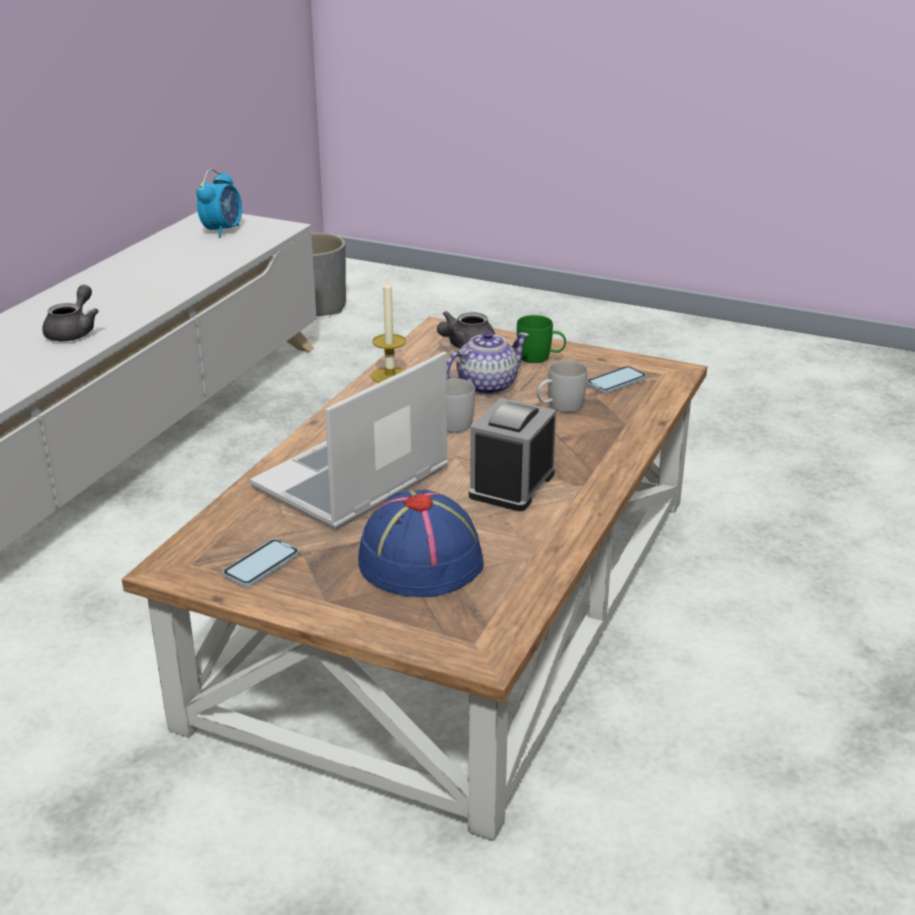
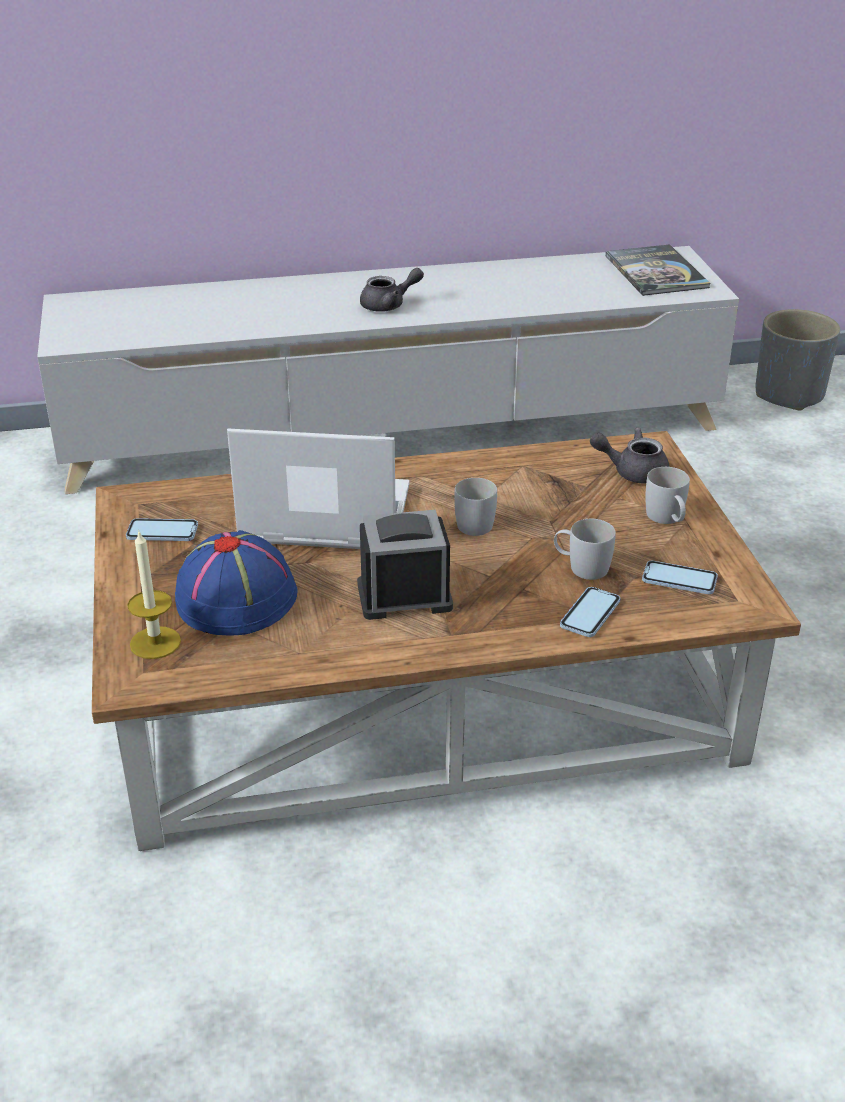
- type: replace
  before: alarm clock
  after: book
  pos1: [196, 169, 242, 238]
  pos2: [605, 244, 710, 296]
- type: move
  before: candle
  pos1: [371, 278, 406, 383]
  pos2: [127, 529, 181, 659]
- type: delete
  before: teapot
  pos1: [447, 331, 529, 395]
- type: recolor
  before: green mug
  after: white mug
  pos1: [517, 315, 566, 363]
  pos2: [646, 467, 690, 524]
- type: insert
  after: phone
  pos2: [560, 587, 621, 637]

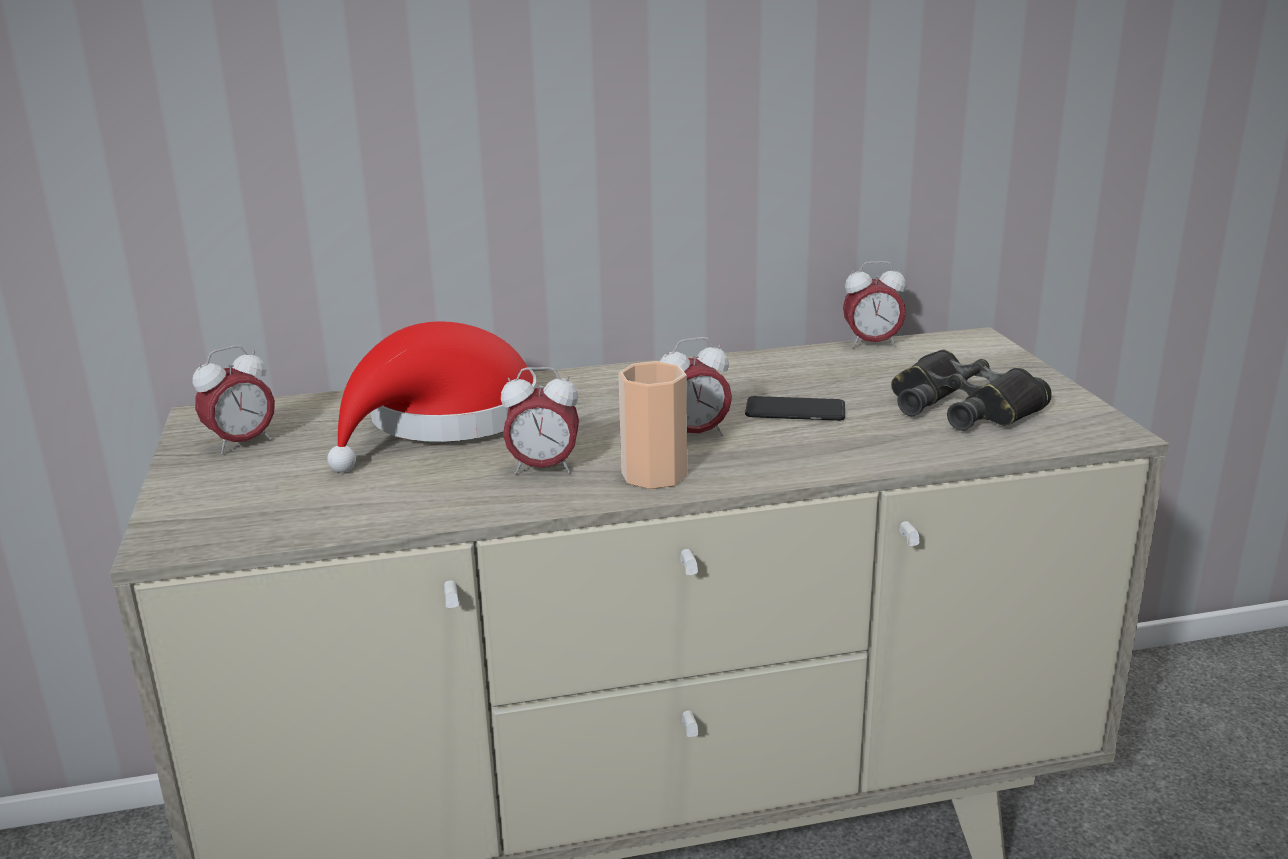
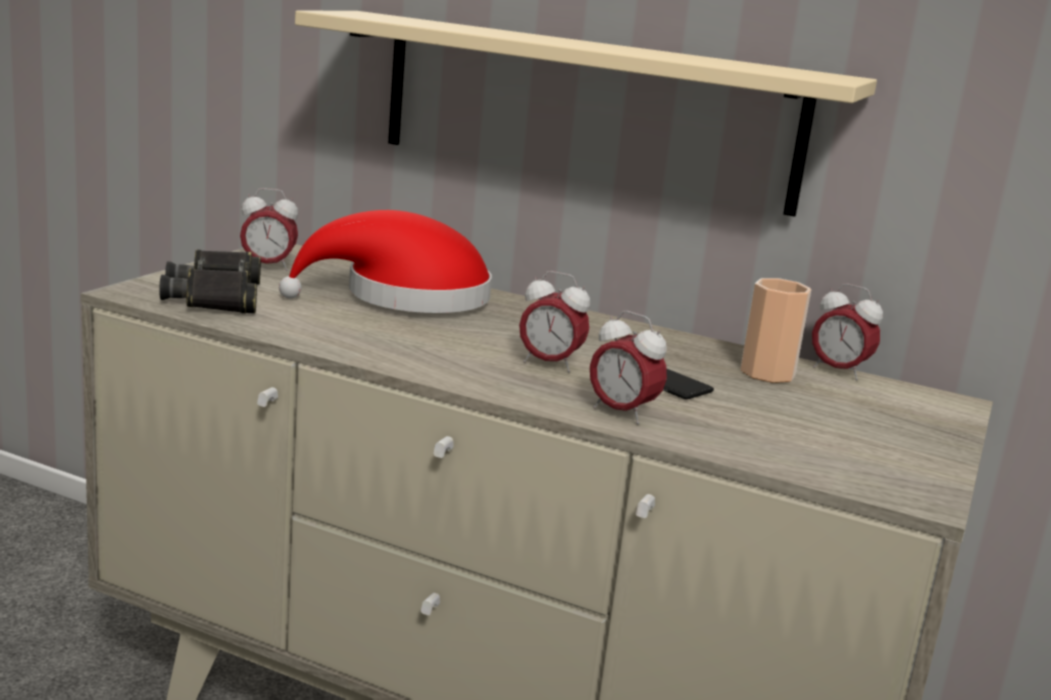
- type: move
  before: alarm clock
  pos1: [501, 367, 579, 475]
  pos2: [590, 311, 667, 424]
- type: move
  before: cup
  pos1: [618, 361, 687, 489]
  pos2: [740, 278, 811, 383]
- type: move
  before: black binoculars
  pos1: [891, 350, 1052, 431]
  pos2: [159, 250, 261, 314]
- type: insert
  after: beige shelf
  pos2: [295, 10, 877, 217]

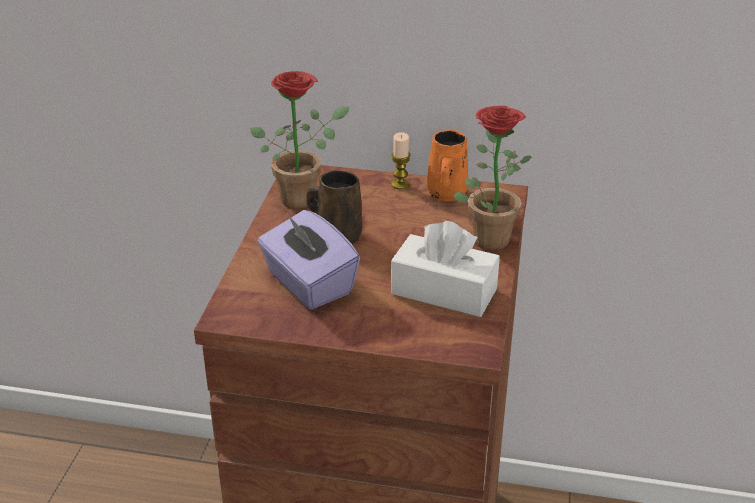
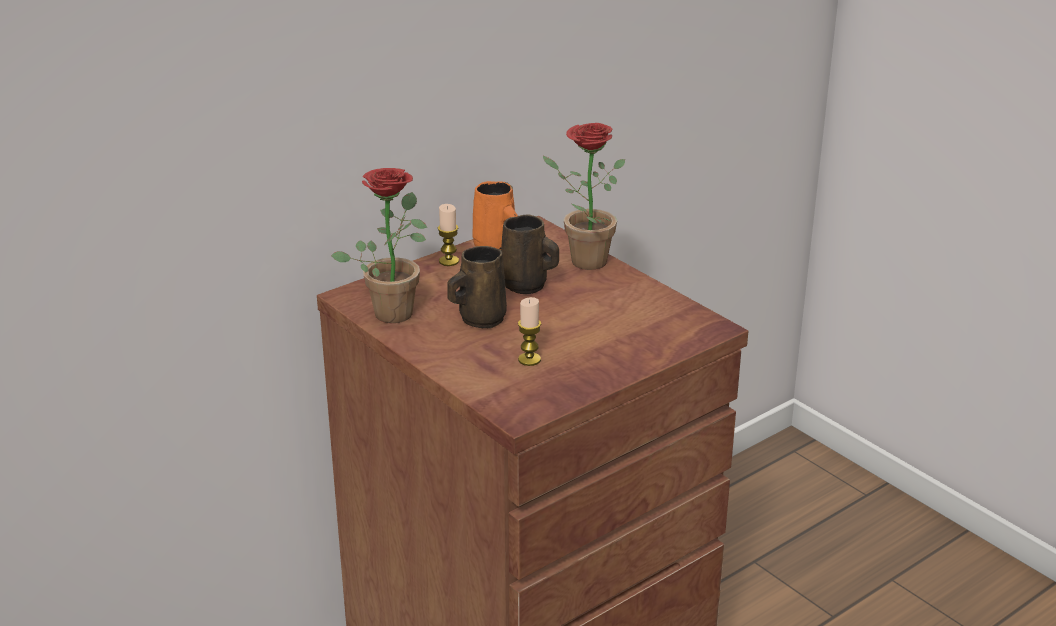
- type: replace
  before: purple tissue box
  after: candle
  pos1: [257, 210, 360, 309]
  pos2: [518, 297, 541, 366]
- type: delete
  before: white tissue box
  pos1: [391, 221, 500, 317]
- type: insert
  after: brown mug
  pos2: [501, 214, 559, 294]

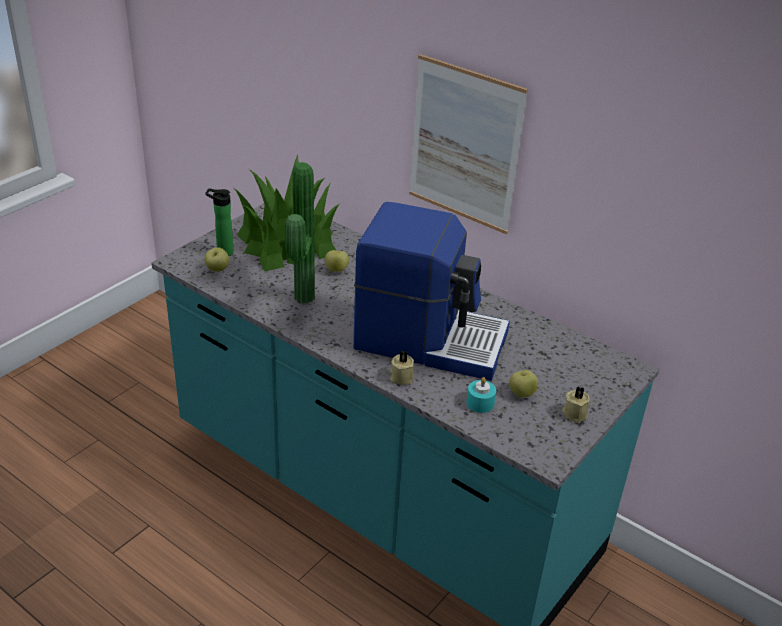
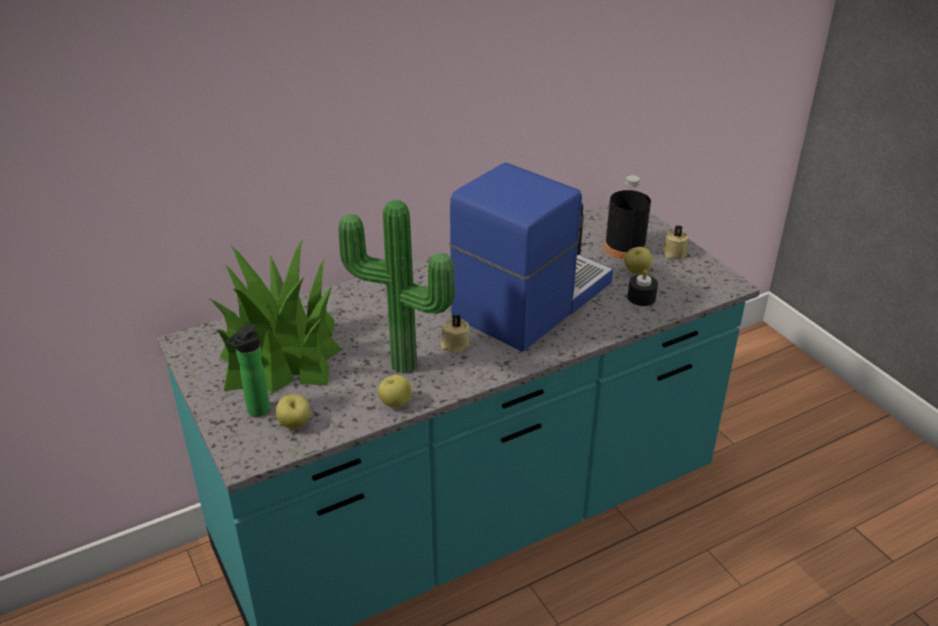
- type: move
  before: apple
  pos1: [325, 250, 349, 272]
  pos2: [378, 375, 411, 408]
- type: move
  before: beige candle
  pos1: [390, 350, 414, 385]
  pos2: [440, 314, 469, 353]
- type: delete
  before: picture
  pos1: [409, 54, 528, 235]
- type: recolor
  before: turquoise candle
  after: black candle
  pos1: [466, 377, 496, 413]
  pos2: [628, 269, 658, 306]
- type: insert
  after: black bottle
  pos2: [604, 175, 651, 259]

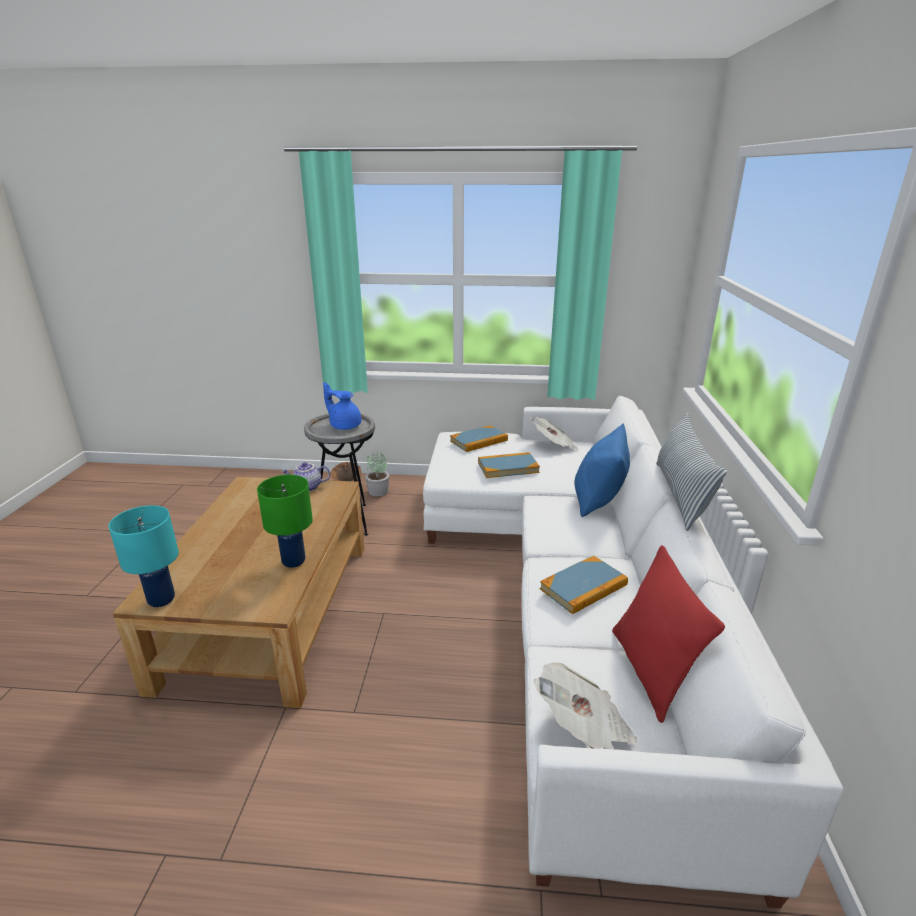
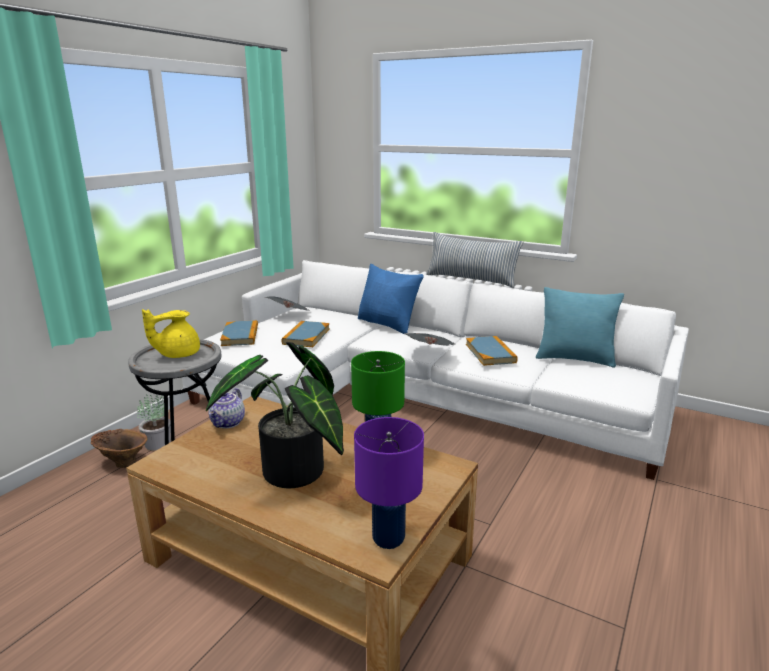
- type: recolor
  before: turquoise table lamp
  after: purple table lamp
  pos1: [108, 505, 179, 607]
  pos2: [354, 417, 424, 549]
- type: recolor
  before: blue teapot
  after: yellow teapot
  pos1: [323, 382, 361, 430]
  pos2: [142, 309, 200, 358]
- type: move
  before: newspaper
  pos1: [534, 662, 637, 749]
  pos2: [406, 333, 455, 346]
- type: recolor
  before: red pillow
  after: turquoise pillow
  pos1: [612, 545, 725, 723]
  pos2: [536, 287, 624, 367]
- type: insert
  after: potted plant
  pos2: [206, 342, 344, 488]

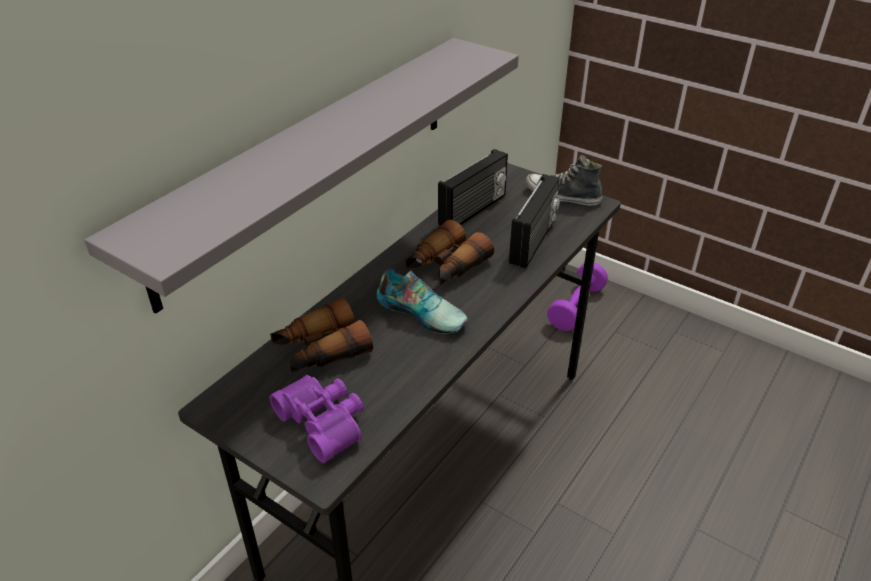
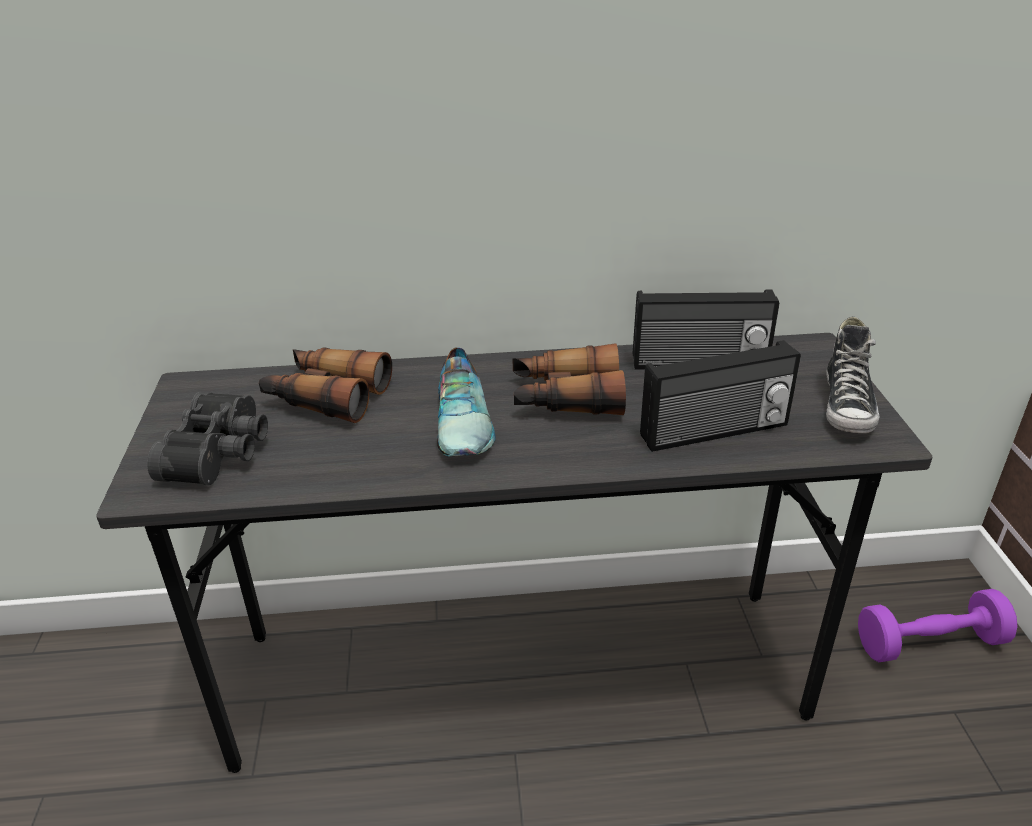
- type: delete
  before: grey shelf
  pos1: [84, 38, 519, 314]
- type: recolor
  before: purple binoculars
  after: black binoculars
  pos1: [269, 375, 364, 463]
  pos2: [147, 392, 268, 485]
- type: rotate
  before: shoe
  pos1: [525, 155, 602, 206]
  pos2: [826, 317, 879, 434]
  turn: -150

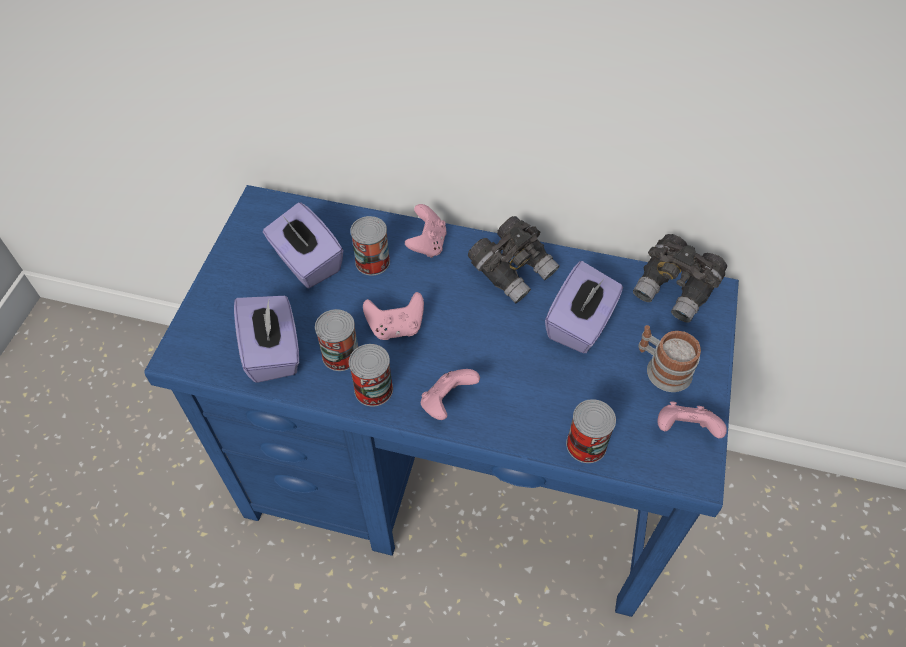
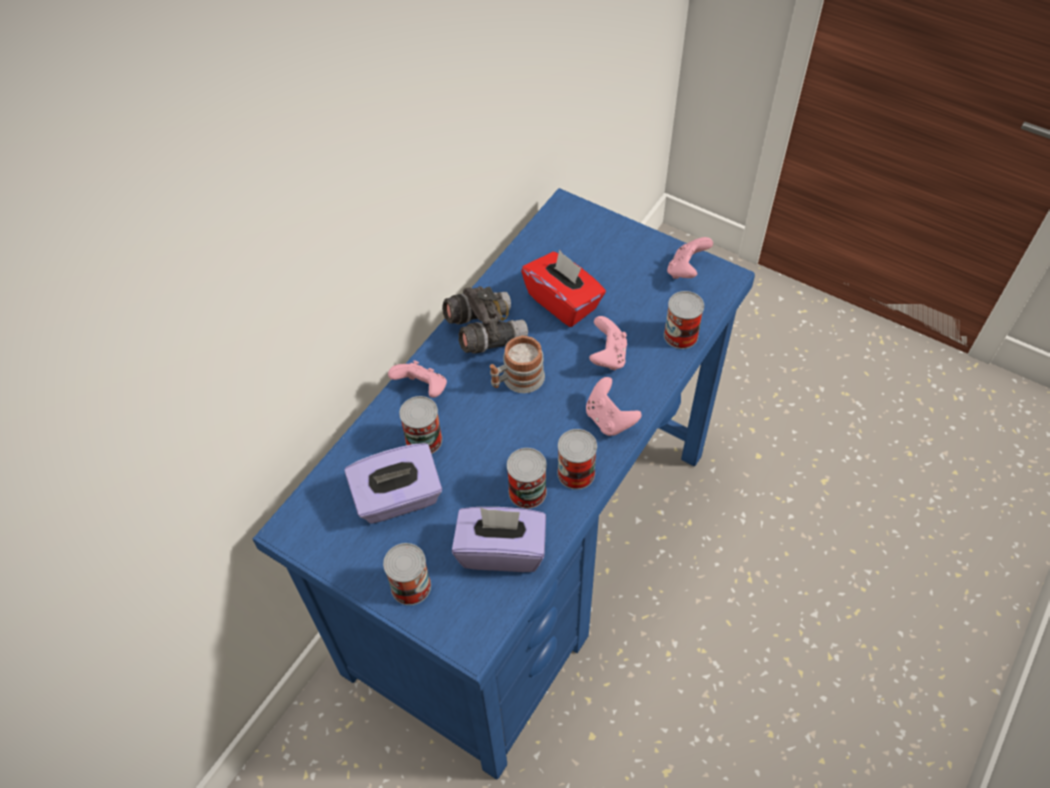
- type: move
  before: pink game controller
  pos1: [363, 292, 424, 340]
  pos2: [589, 316, 627, 370]
- type: recolor
  before: purple tissue box
  after: red tissue box
  pos1: [545, 261, 623, 354]
  pos2: [521, 249, 606, 327]
- type: delete
  before: grey binoculars
  pos1: [633, 234, 727, 323]
- type: move
  before: mug
  pos1: [638, 325, 701, 392]
  pos2: [490, 335, 545, 393]
- type: insert
  after: can
  pos2: [383, 543, 431, 605]

